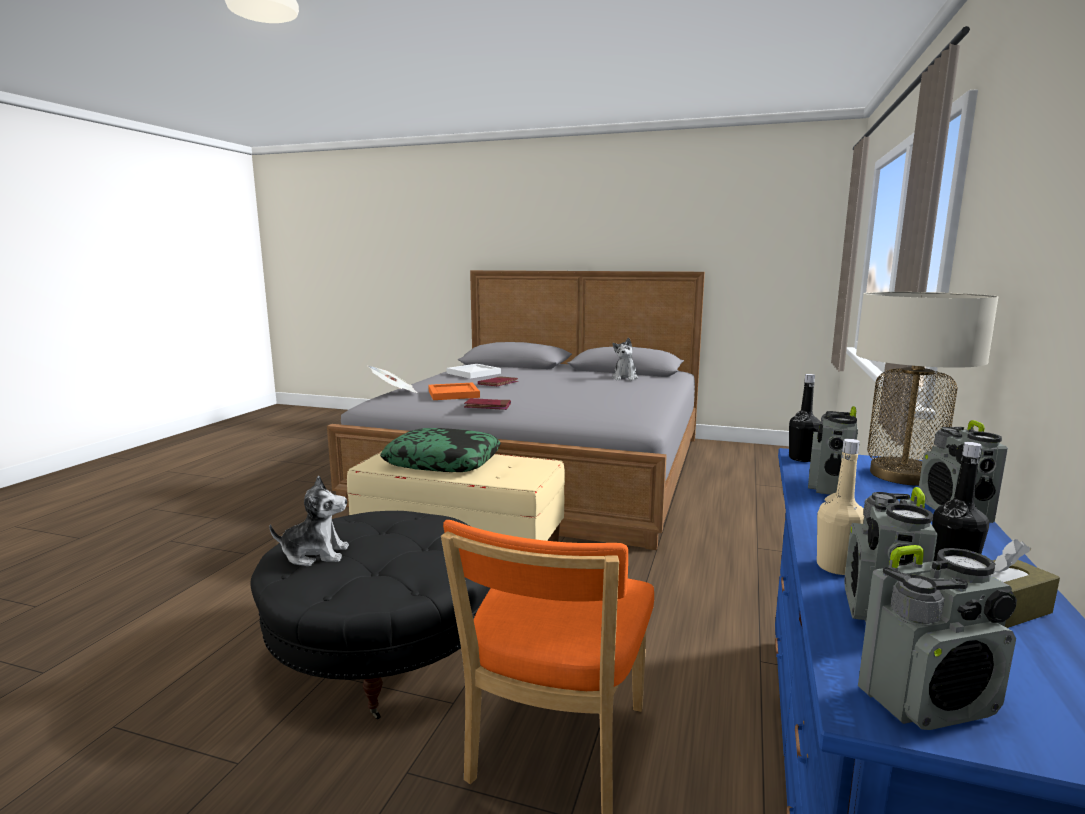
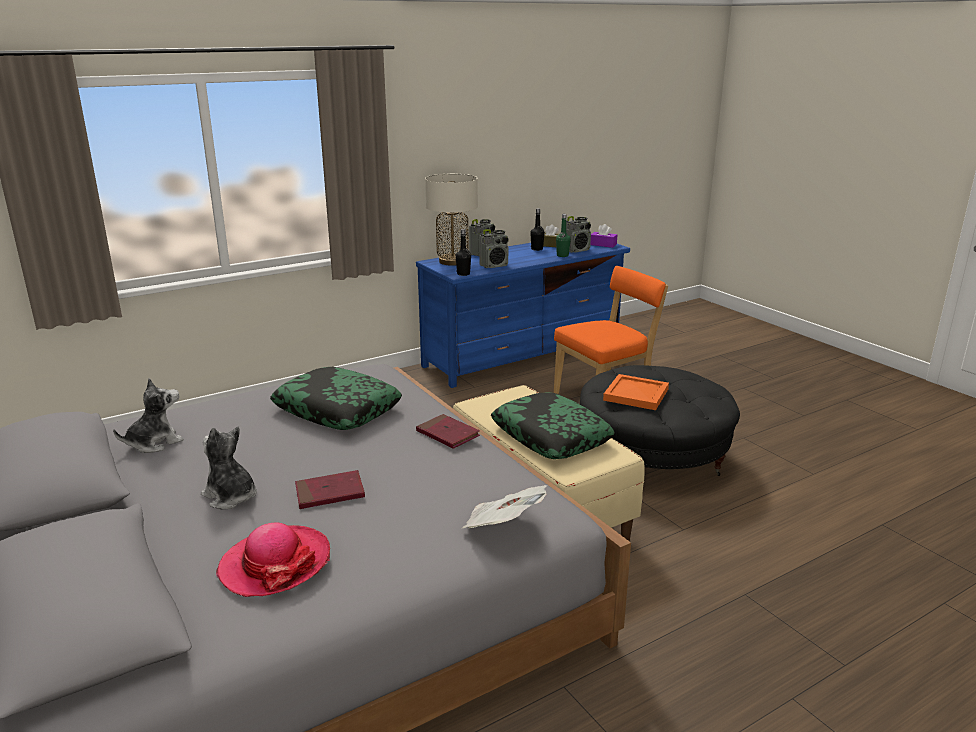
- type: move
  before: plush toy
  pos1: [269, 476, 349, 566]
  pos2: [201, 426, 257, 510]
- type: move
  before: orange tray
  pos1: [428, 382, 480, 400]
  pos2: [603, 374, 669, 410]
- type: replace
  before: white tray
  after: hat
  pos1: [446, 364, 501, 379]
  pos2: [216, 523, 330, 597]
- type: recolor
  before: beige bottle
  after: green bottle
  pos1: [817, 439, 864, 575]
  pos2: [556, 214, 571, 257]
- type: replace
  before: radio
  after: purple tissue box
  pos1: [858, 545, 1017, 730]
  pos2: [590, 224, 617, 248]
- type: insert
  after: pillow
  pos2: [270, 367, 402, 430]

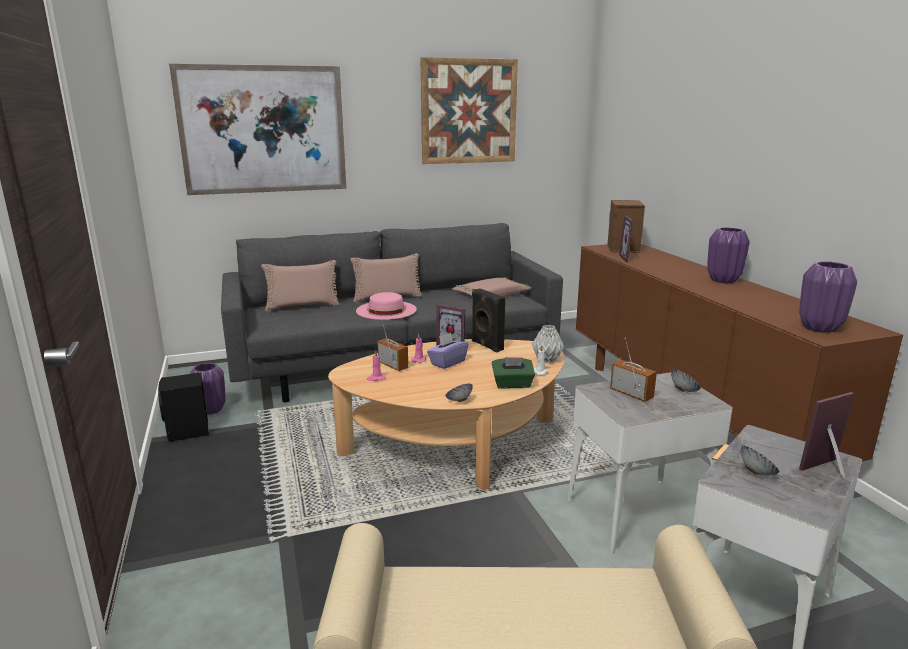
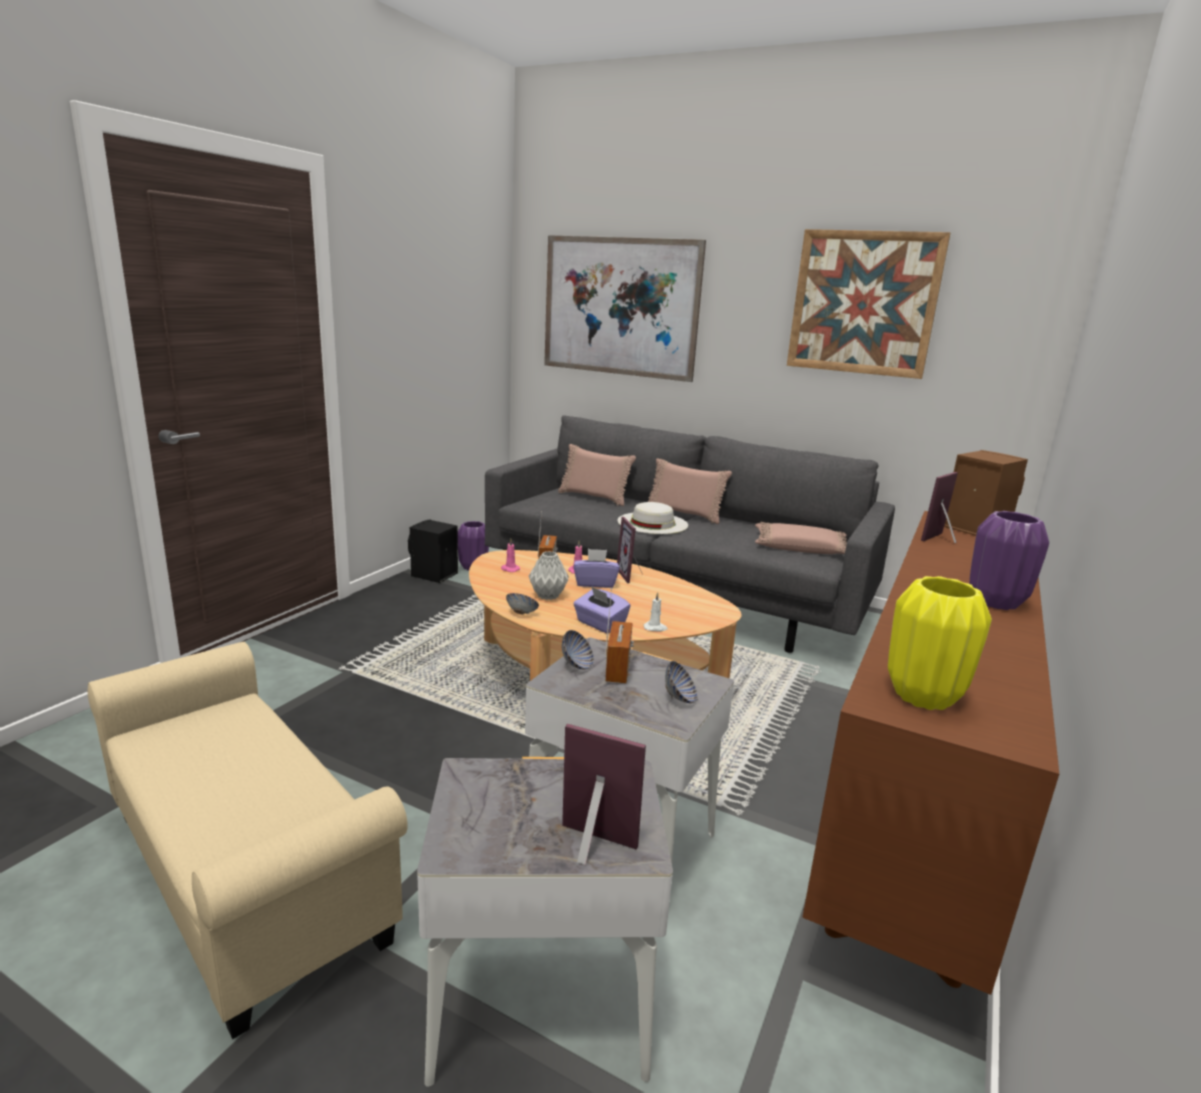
- type: recolor
  before: pink hat
  after: white hat
  pos1: [356, 292, 417, 320]
  pos2: [617, 502, 688, 534]
- type: delete
  before: black speaker
  pos1: [472, 289, 505, 352]
- type: recolor
  before: green tissue box
  after: purple tissue box
  pos1: [492, 357, 535, 389]
  pos2: [574, 586, 631, 633]
- type: move
  before: grey vase
  pos1: [532, 325, 564, 363]
  pos2: [529, 551, 569, 600]
- type: move
  before: bowl
  pos1: [741, 445, 780, 476]
  pos2: [562, 630, 594, 670]
- type: recolor
  before: purple vase
  after: yellow vase
  pos1: [799, 261, 857, 333]
  pos2: [888, 576, 992, 710]

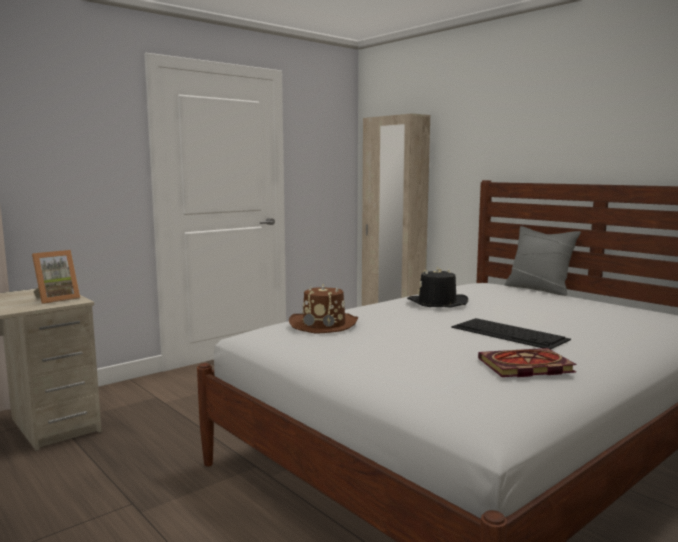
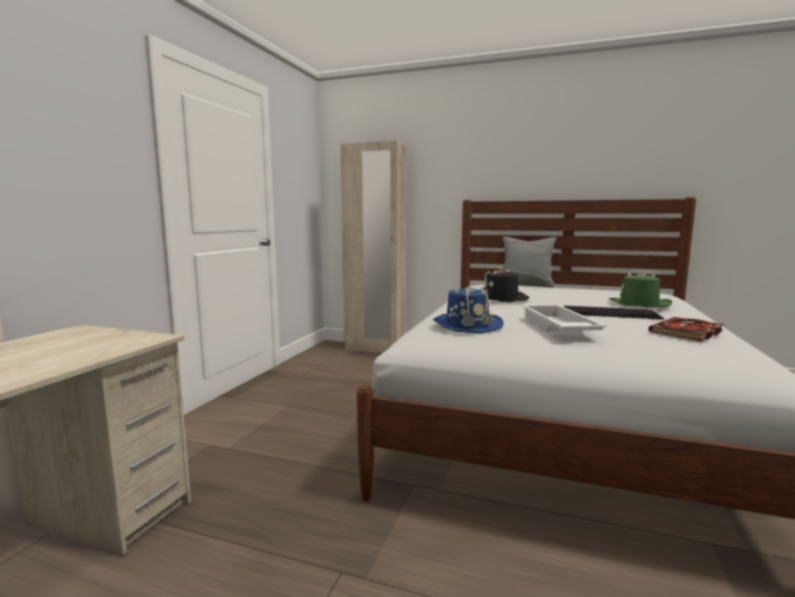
- type: delete
  before: picture frame
  pos1: [32, 250, 80, 304]
- type: recolor
  before: brown hat
  after: blue hat
  pos1: [289, 284, 358, 333]
  pos2: [433, 285, 503, 333]
- type: insert
  after: white tray
  pos2: [523, 305, 606, 331]
- type: insert
  after: green hat
  pos2: [609, 270, 672, 308]

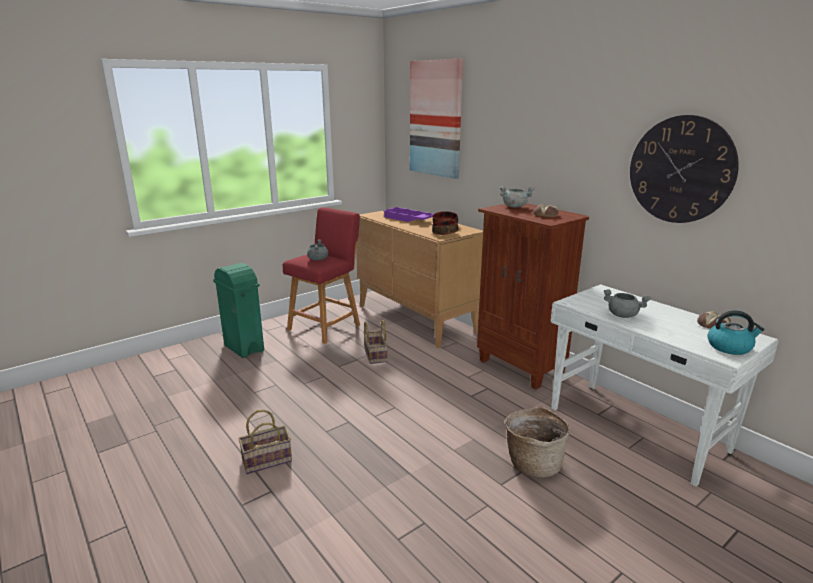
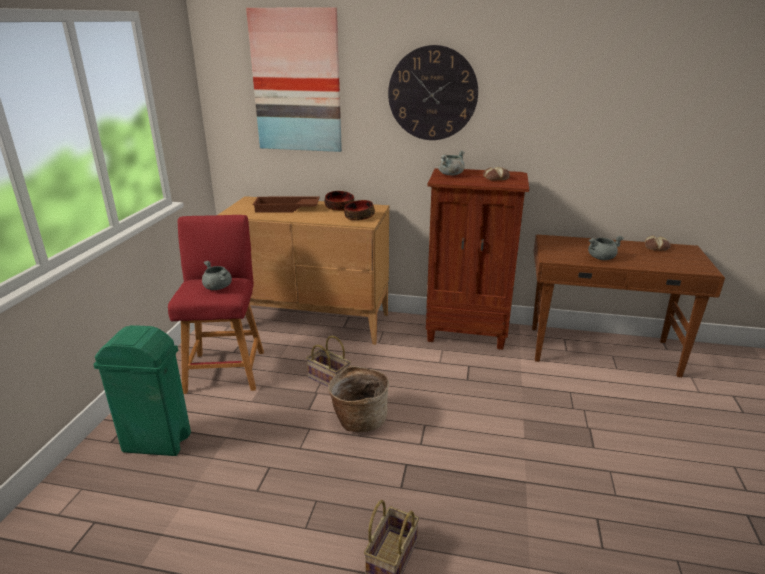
- type: recolor
  before: purple tray
  after: brown tray
  pos1: [383, 207, 434, 222]
  pos2: [253, 197, 320, 213]
- type: move
  before: basket
  pos1: [505, 407, 570, 478]
  pos2: [328, 365, 389, 432]
- type: recolor
  before: white console table
  after: brown console table
  pos1: [551, 284, 779, 487]
  pos2: [532, 235, 725, 377]
- type: move
  before: wall clock
  pos1: [630, 115, 739, 223]
  pos2: [388, 45, 478, 140]
- type: delete
  before: kettle
  pos1: [708, 310, 765, 355]

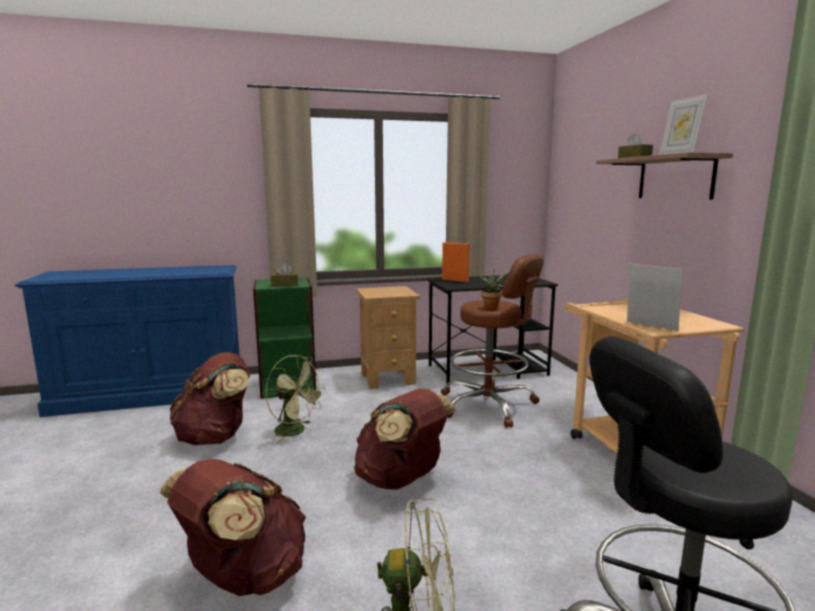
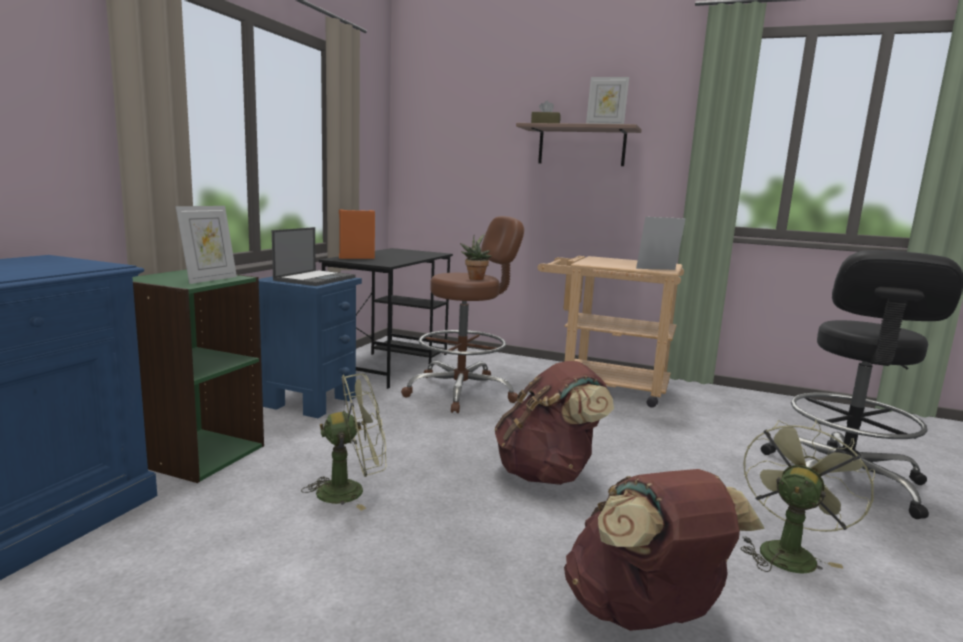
- type: delete
  before: brown backpack
  pos1: [170, 352, 250, 445]
- type: replace
  before: brown tissue box
  after: picture frame
  pos1: [271, 263, 298, 287]
  pos2: [176, 206, 237, 284]
- type: recolor
  before: beige nightstand
  after: blue nightstand
  pos1: [356, 286, 420, 389]
  pos2: [259, 276, 362, 418]
- type: insert
  after: laptop
  pos2: [272, 227, 355, 286]

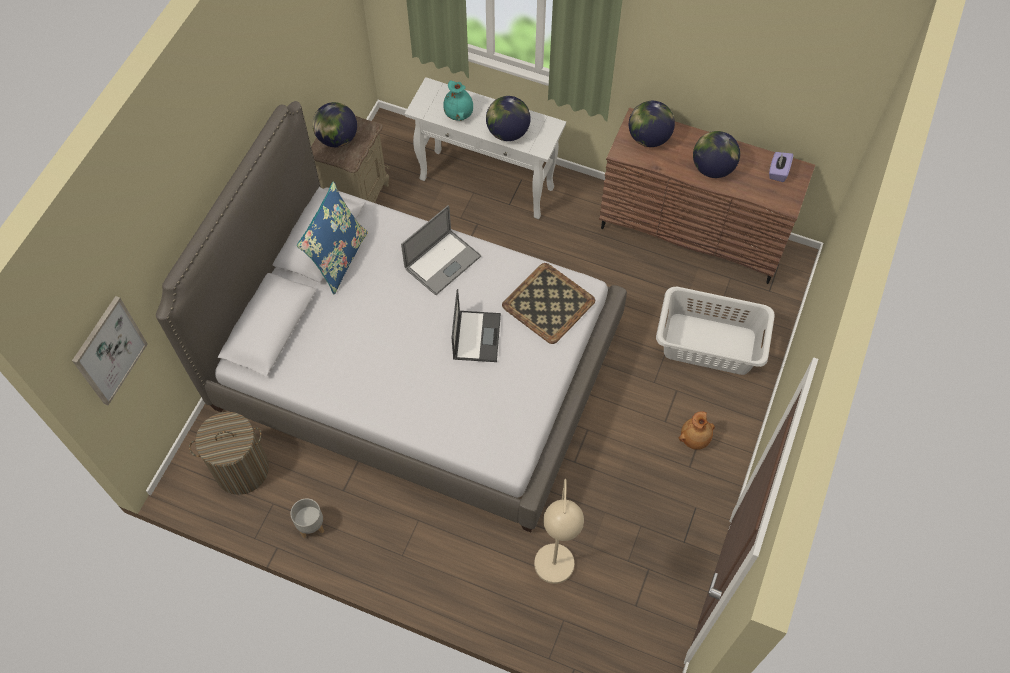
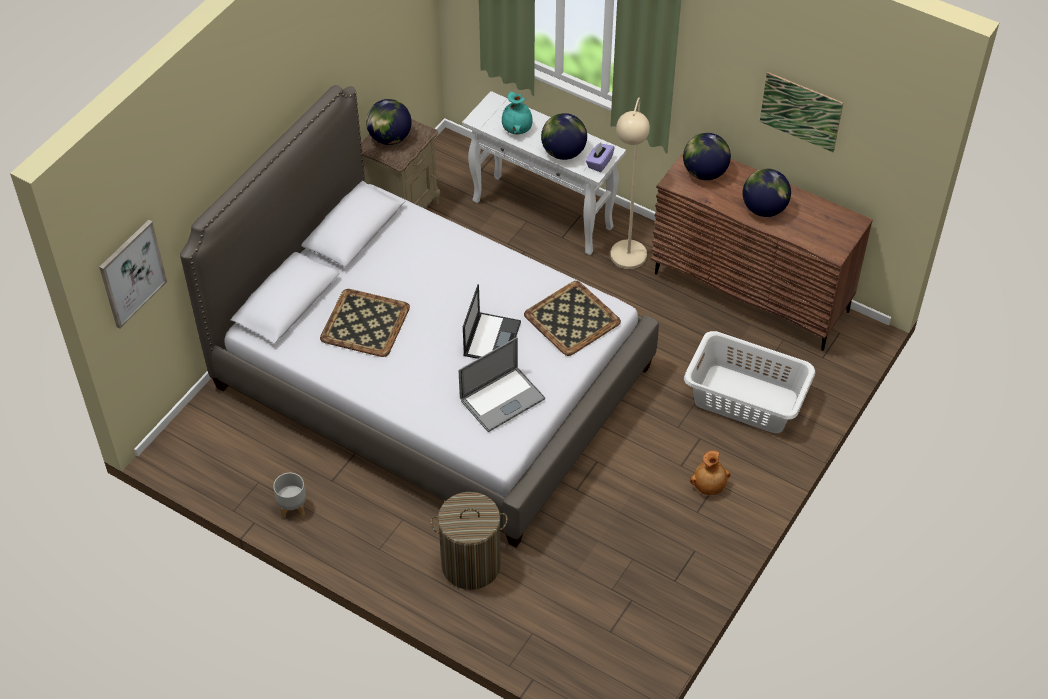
- type: move
  before: laundry basket
  pos1: [189, 412, 269, 495]
  pos2: [430, 492, 508, 590]
- type: delete
  before: blue pillow
  pos1: [297, 182, 368, 294]
- type: move
  before: laptop
  pos1: [401, 205, 481, 295]
  pos2: [459, 337, 545, 432]
- type: move
  before: beige floor lamp
  pos1: [534, 479, 584, 584]
  pos2: [610, 98, 650, 269]
- type: move
  before: purple tissue box
  pos1: [769, 152, 793, 182]
  pos2: [586, 143, 615, 172]
- type: insert
  after: tray
  pos2: [320, 289, 410, 357]
- type: insert
  after: picture
  pos2: [760, 72, 843, 152]

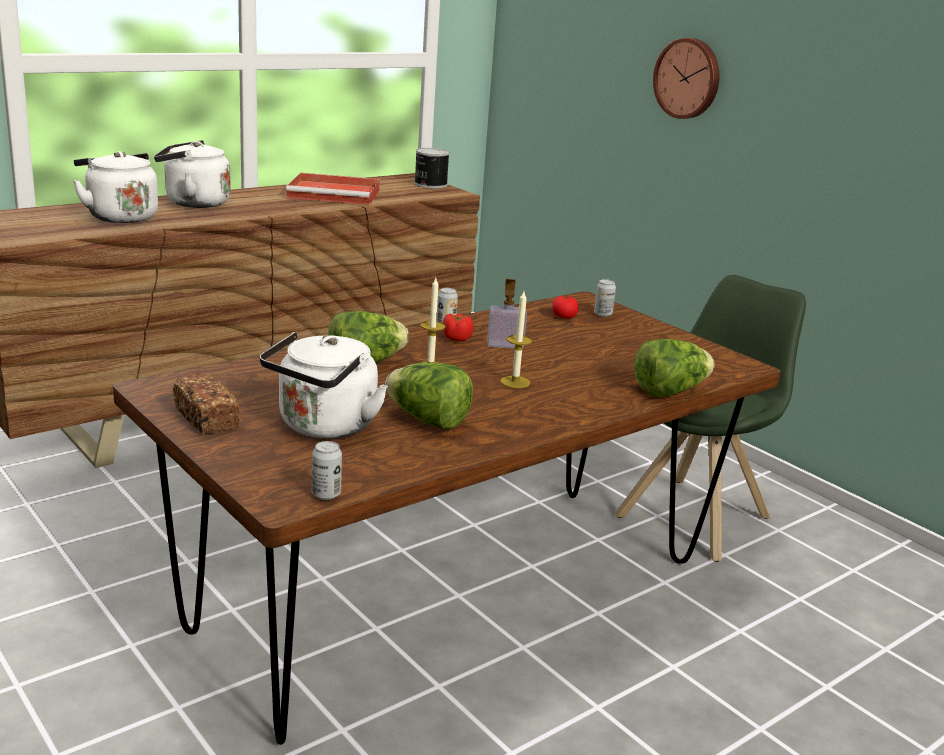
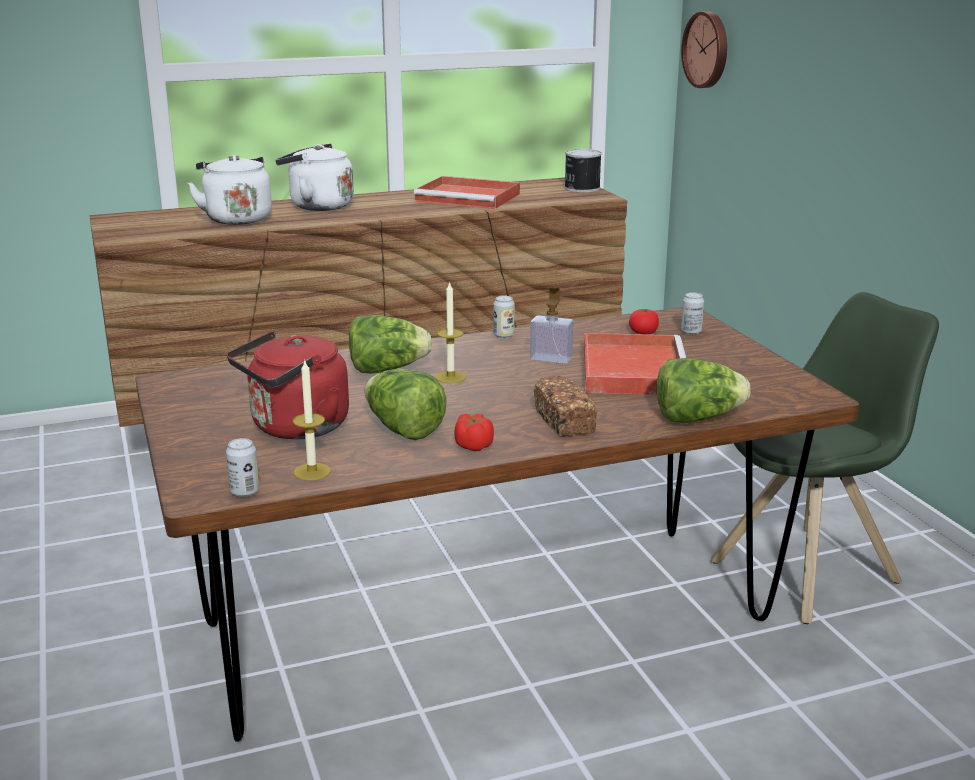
- type: move
  before: bread
  pos1: [173, 373, 240, 435]
  pos2: [534, 376, 597, 437]
- type: recolor
  before: white kettle
  after: red kettle
  pos1: [259, 331, 388, 438]
  pos2: [227, 331, 349, 439]
- type: move
  before: tomato
  pos1: [443, 314, 473, 342]
  pos2: [454, 414, 494, 451]
- type: move
  before: candle
  pos1: [501, 291, 532, 388]
  pos2: [293, 361, 331, 481]
- type: move
  before: wall clock
  pos1: [653, 38, 720, 119]
  pos2: [681, 11, 727, 88]
- type: insert
  after: red tray
  pos2: [584, 333, 686, 395]

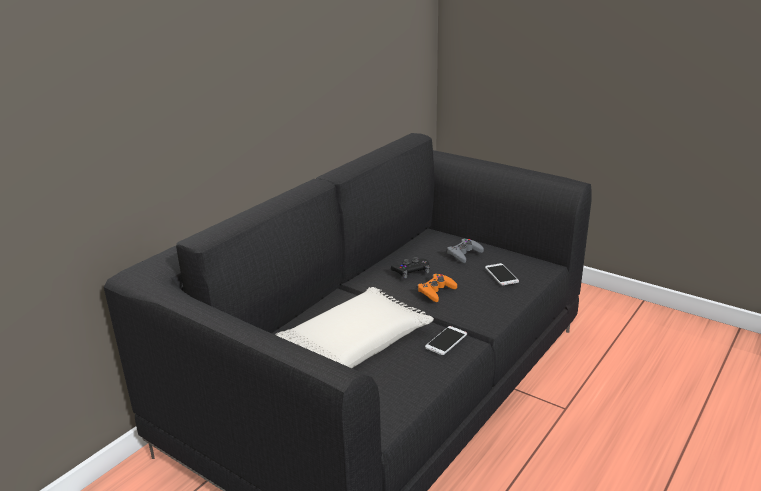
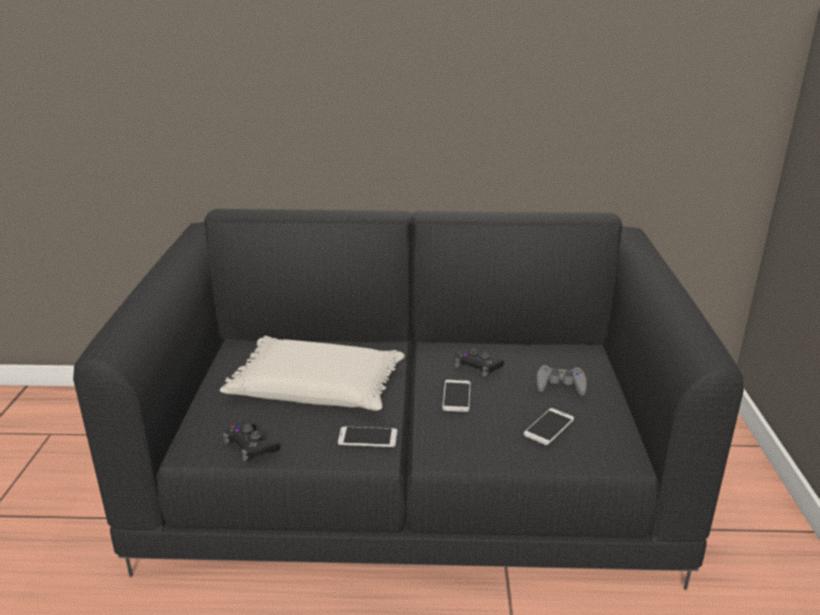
- type: replace
  before: orange game controller
  after: phone
  pos1: [417, 274, 457, 302]
  pos2: [442, 380, 470, 412]
- type: insert
  after: black game controller
  pos2: [223, 422, 280, 461]

